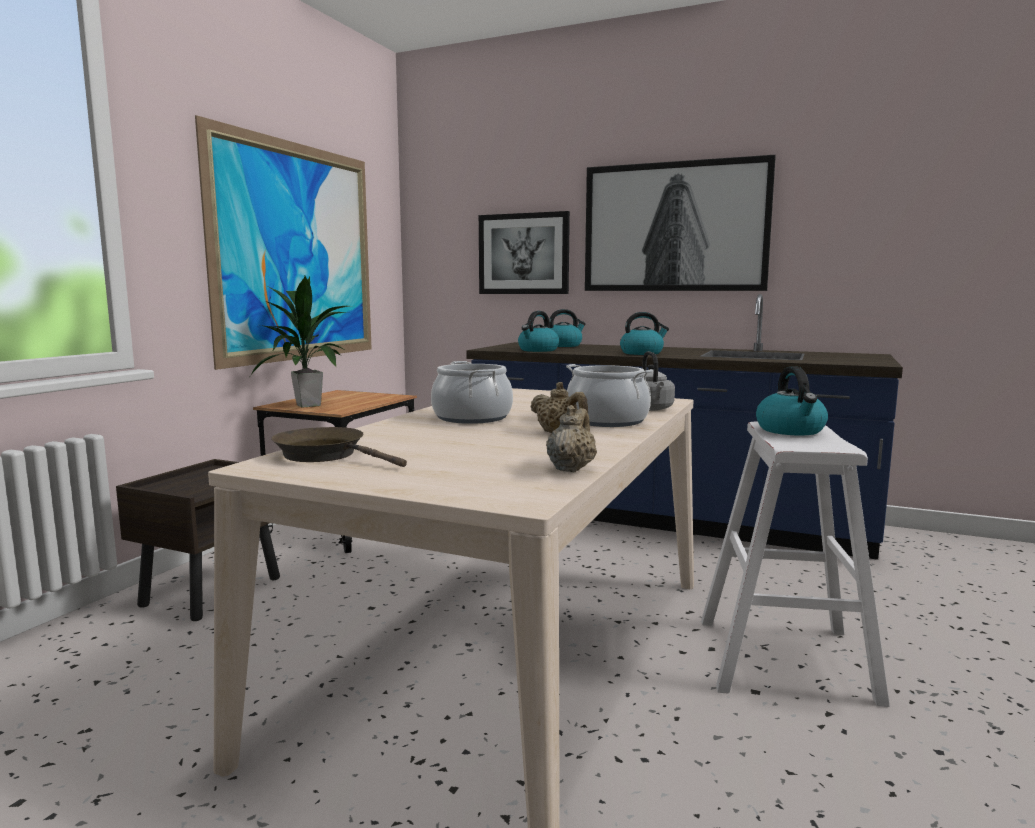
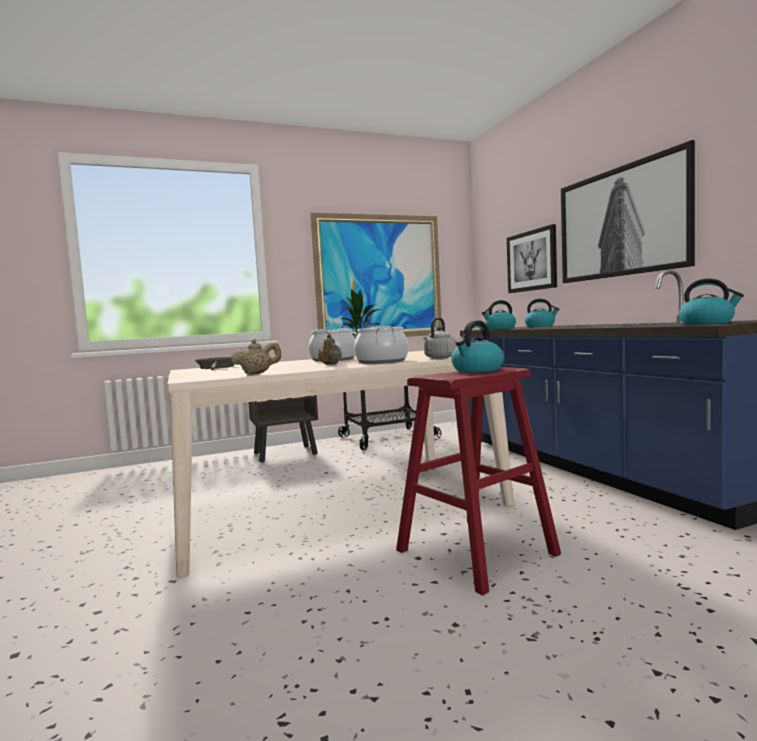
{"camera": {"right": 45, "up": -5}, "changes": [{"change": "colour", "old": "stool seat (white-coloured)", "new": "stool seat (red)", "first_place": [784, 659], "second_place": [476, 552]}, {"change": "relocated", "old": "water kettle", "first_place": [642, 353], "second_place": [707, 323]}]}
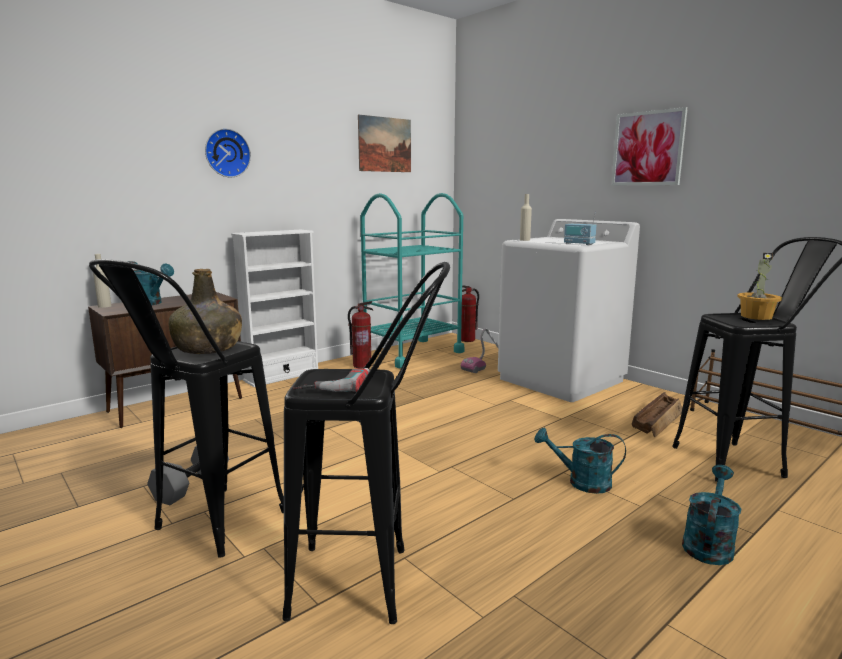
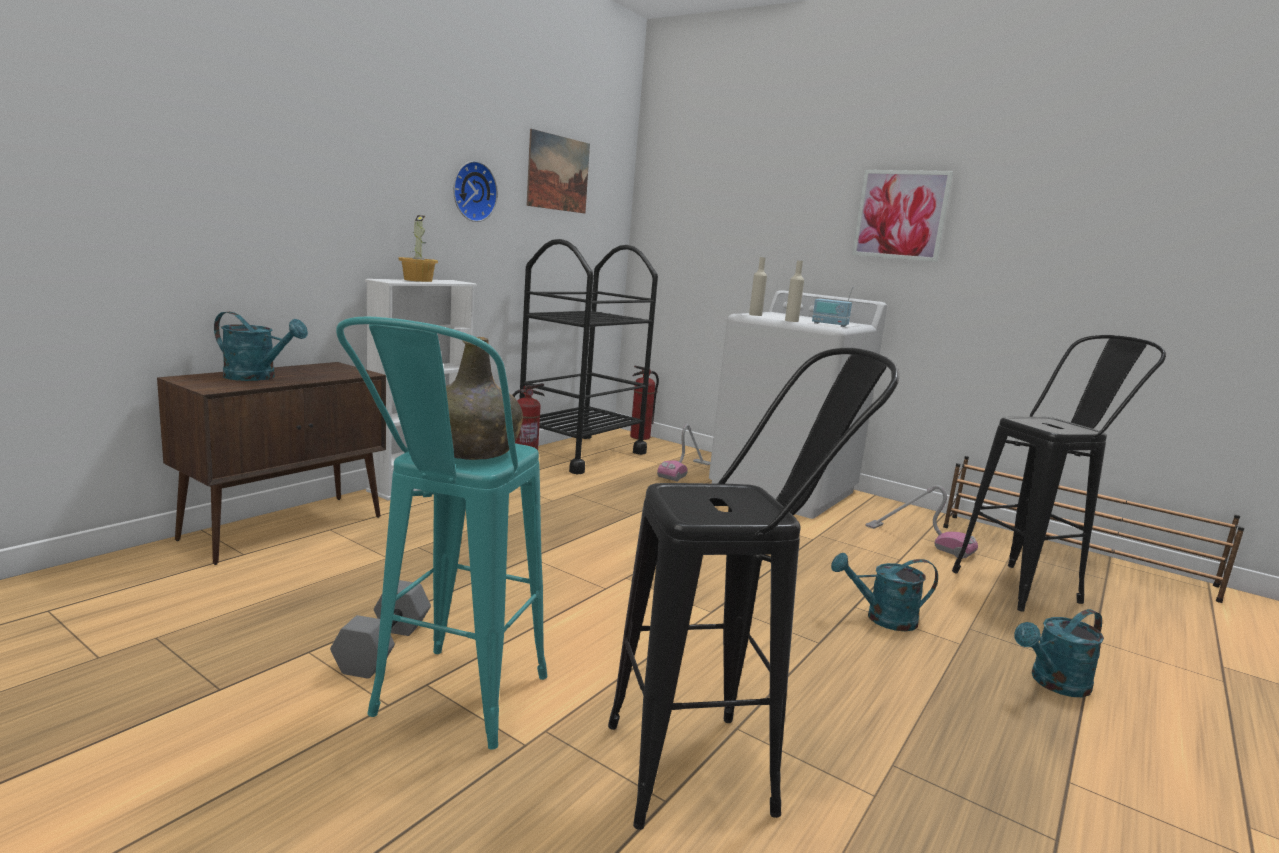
{"camera": {"right": -15, "up": 0}, "changes": [{"change": "colour", "old": "stool seat (black)", "new": "stool seat (turquoise-coloured)", "first_place": [207, 530], "second_place": [448, 711]}, {"change": "relocated", "old": "plant in a pot", "first_place": [756, 316], "second_place": [418, 280]}, {"change": "relocated", "old": "hanging clock", "first_place": [226, 153], "second_place": [472, 191]}, {"change": "colour", "old": "trolley (turquoise-coloured)", "new": "trolley (black)", "first_place": [412, 353], "second_place": [580, 453]}, {"change": "relocated", "old": "beverage bottle (beige-coloured)", "first_place": [104, 306], "second_place": [791, 321]}, {"change": "exchanged", "old": "crate", "new": "vacuum cleaner", "first_place": [658, 421], "second_place": [918, 540]}, {"change": "spun", "old": "watering pot (turquoise-coloured)", "first_place": [708, 543], "second_place": [1053, 684], "degrees": -135}, {"change": "missing", "old": "drill", "first_place": [334, 385]}]}
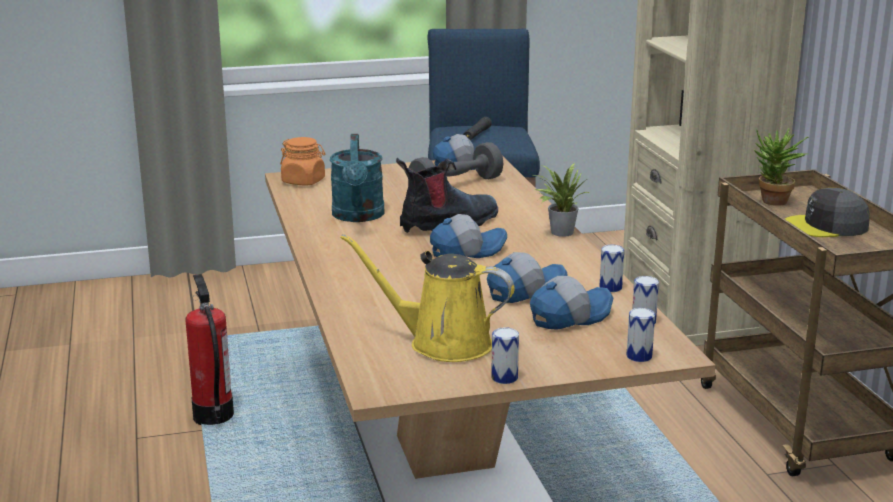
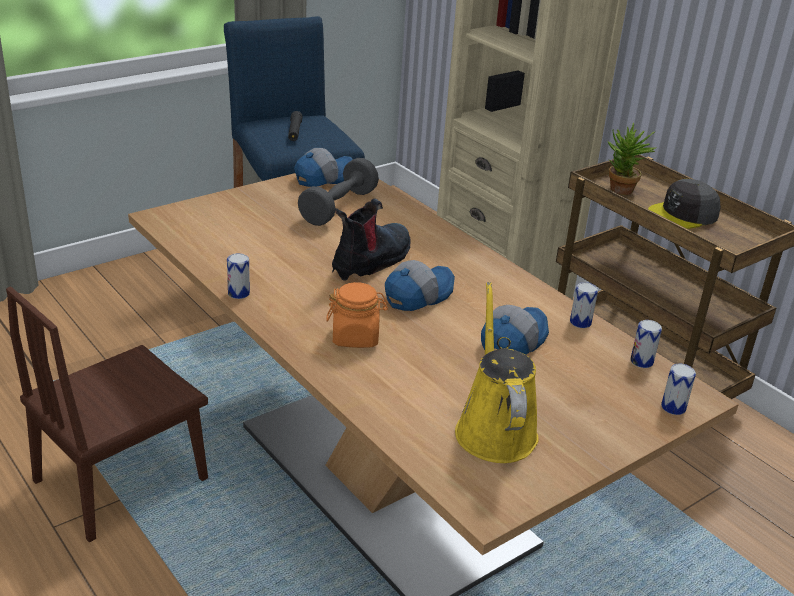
{"camera": {"right": -25, "up": 10}, "changes": [{"change": "exchanged", "old": "fire extinguisher", "new": "upright chair (brownish)", "first_place": [213, 416], "second_place": [121, 480]}, {"change": "relocated", "old": "metal can", "first_place": [504, 378], "second_place": [238, 293]}, {"change": "relocated", "old": "storage jar (orange-coloured)", "first_place": [303, 181], "second_place": [355, 337]}, {"change": "spun", "old": "watering pot (yellow-coloured)", "first_place": [442, 343], "second_place": [494, 429], "degrees": 90}, {"change": "missing", "old": "watering pot (turquoise-coloured)", "first_place": [358, 216]}, {"change": "missing", "old": "peaked cap", "first_place": [569, 316]}, {"change": "missing", "old": "plant in a pot", "first_place": [559, 232]}]}
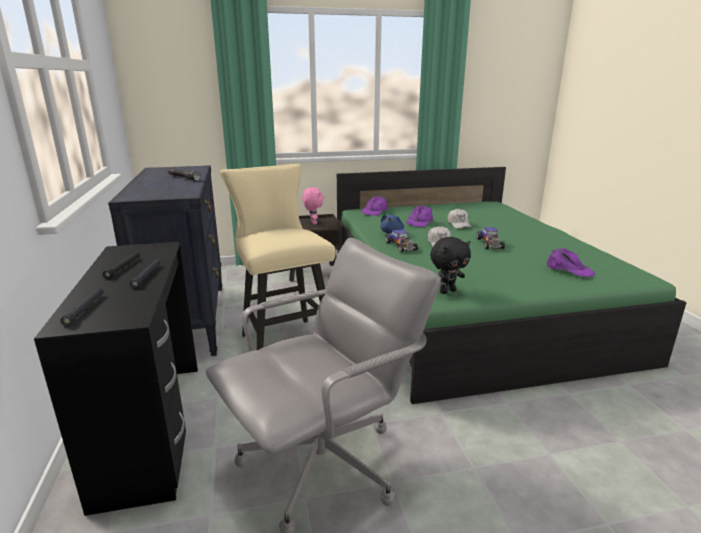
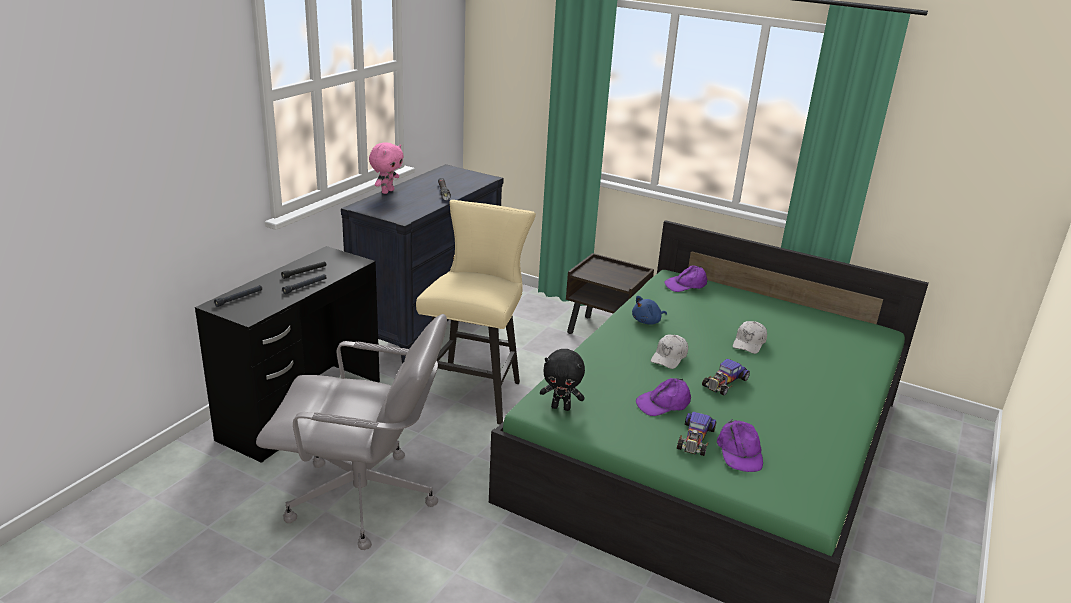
{"camera": {"right": 40, "up": 5}, "changes": [{"change": "relocated", "old": "plush toy (pink)", "first_place": [313, 223], "second_place": [387, 191]}, {"change": "relocated", "old": "peaked cap (purple)", "first_place": [419, 222], "second_place": [663, 403]}, {"change": "relocated", "old": "miniature car", "first_place": [401, 246], "second_place": [695, 439]}]}
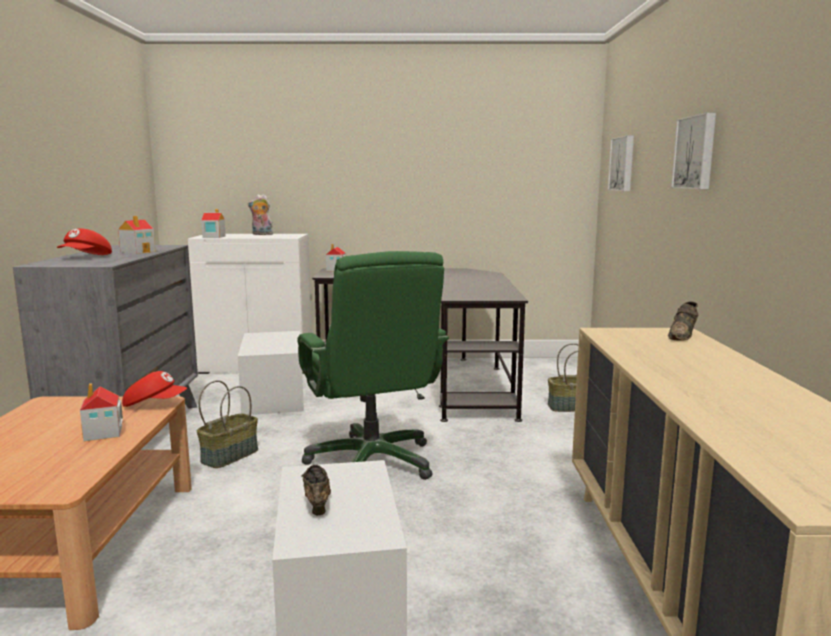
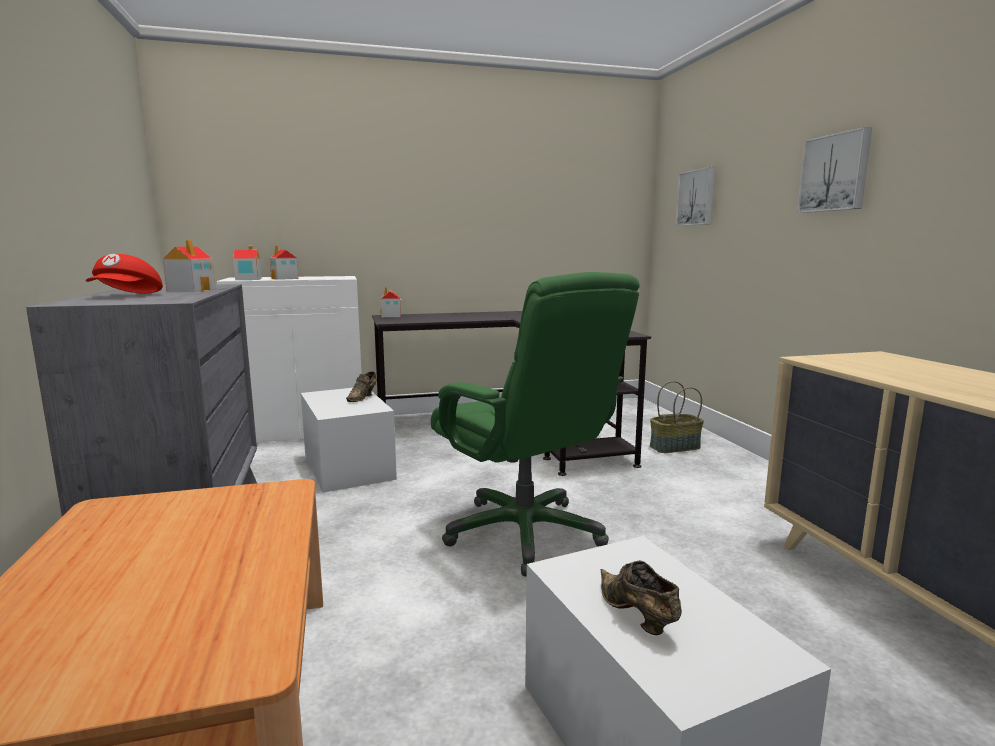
{"camera": {"right": -15, "up": 0}, "changes": [{"change": "relocated", "old": "miniature house", "first_place": [103, 433], "second_place": [285, 278]}, {"change": "relocated", "old": "low shoe (brownish)", "first_place": [683, 336], "second_place": [363, 397]}, {"change": "missing", "old": "peaked cap (red)", "first_place": [155, 404]}, {"change": "missing", "old": "storage basket", "first_place": [229, 455]}, {"change": "missing", "old": "plush toy", "first_place": [261, 234]}]}
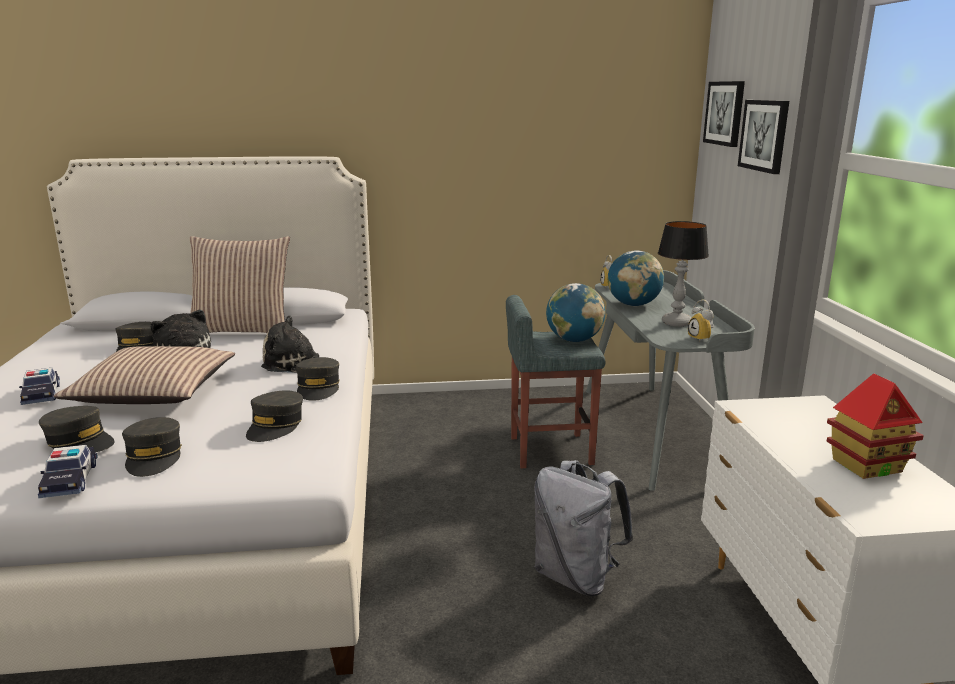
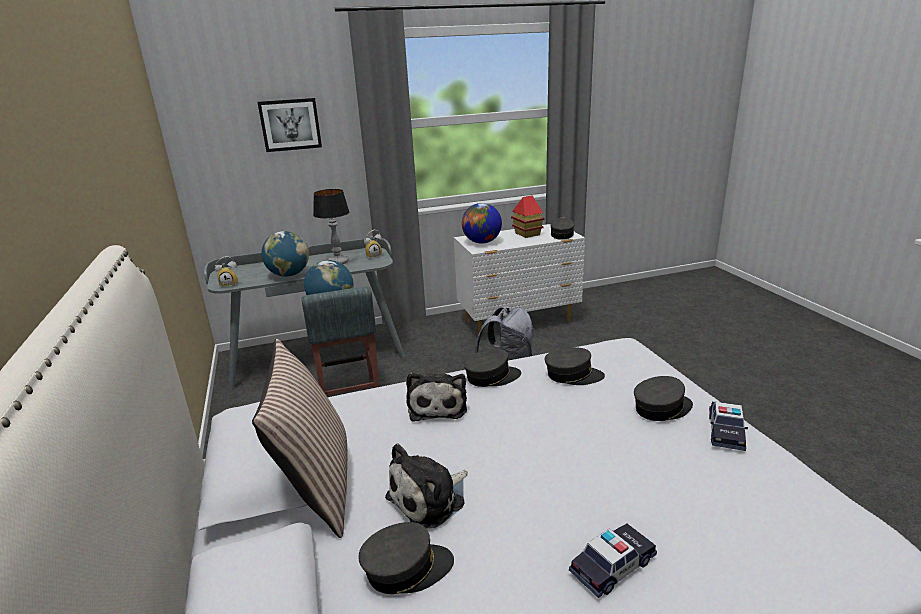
{"camera": {"right": -100, "up": 5}, "changes": [{"change": "appeared", "new": "desk globe", "second_place": [482, 242]}, {"change": "relocated", "old": "peaked cap (grey)", "first_place": [79, 441], "second_place": [562, 235]}, {"change": "spun", "old": "miniature car", "first_place": [70, 480], "second_place": [725, 432], "degrees": 135}, {"change": "missing", "old": "throw pillow", "first_place": [154, 392]}, {"change": "missing", "old": "picture", "first_place": [725, 113]}]}
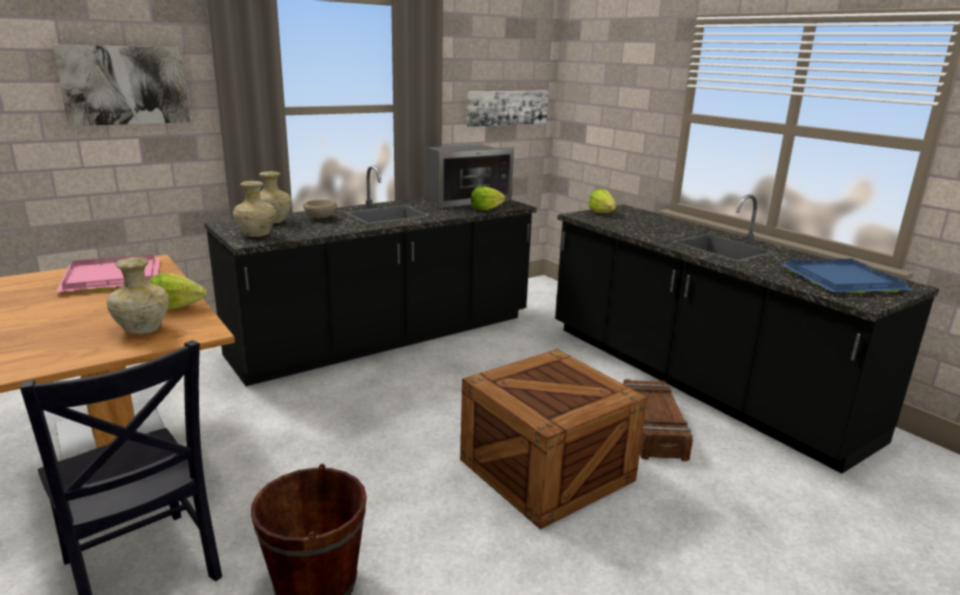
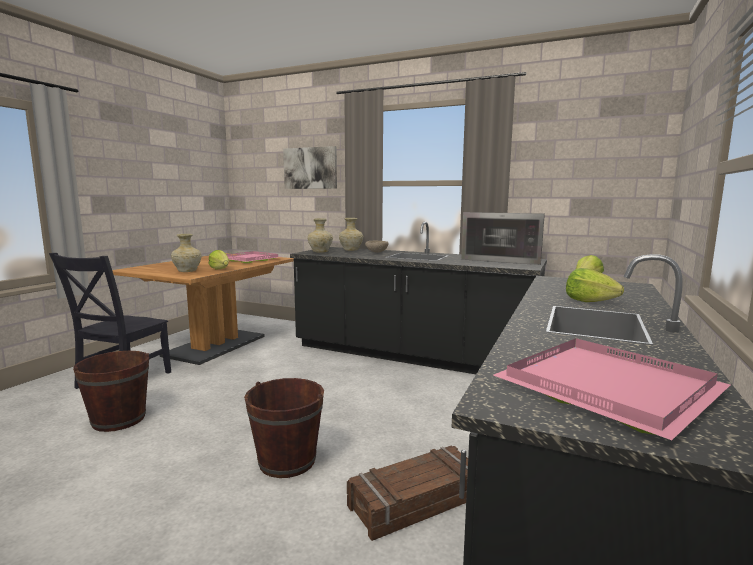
{"camera": {"right": 60, "up": -10}, "changes": [{"change": "exchanged", "old": "crate", "new": "water bucket (brownish)", "first_place": [549, 470], "second_place": [287, 461]}, {"change": "colour", "old": "carrying tray (bluish)", "new": "carrying tray (pink)", "first_place": [839, 279], "second_place": [606, 385]}, {"change": "relocated", "old": "lettuce head", "first_place": [485, 209], "second_place": [589, 301]}, {"change": "missing", "old": "picture", "first_place": [507, 107]}]}
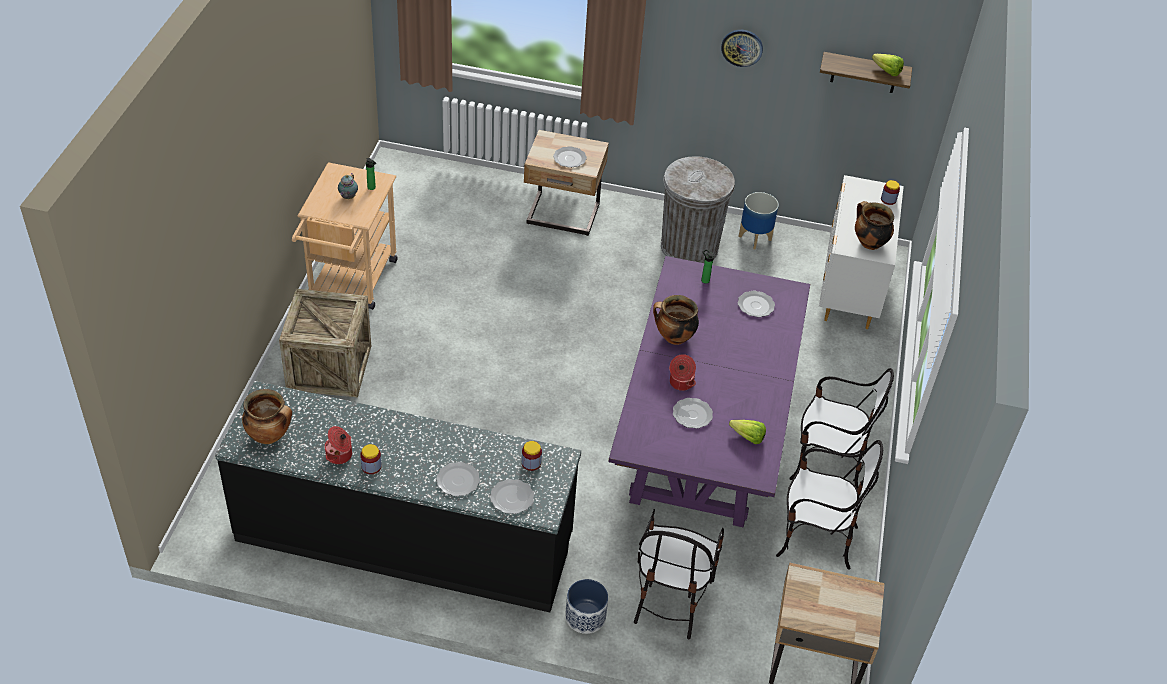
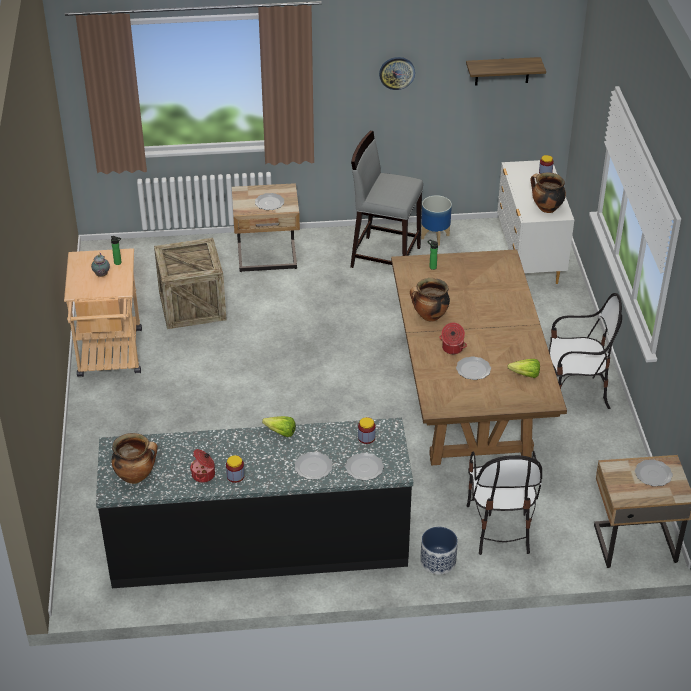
{"camera": {"right": -15, "up": -5}, "changes": [{"change": "relocated", "old": "crate", "first_place": [329, 367], "second_place": [192, 306]}, {"change": "relocated", "old": "lettuce head", "first_place": [885, 70], "second_place": [278, 431]}, {"change": "exchanged", "old": "trash can (grey)", "new": "stool seat (grey)", "first_place": [689, 246], "second_place": [385, 256]}, {"change": "colour", "old": "dinner table (purple)", "new": "dinner table (brownish)", "first_place": [702, 440], "second_place": [467, 402]}, {"change": "relocated", "old": "flat dish", "first_place": [755, 305], "second_place": [653, 474]}, {"change": "missing", "old": "upright chair", "first_place": [815, 539]}]}
